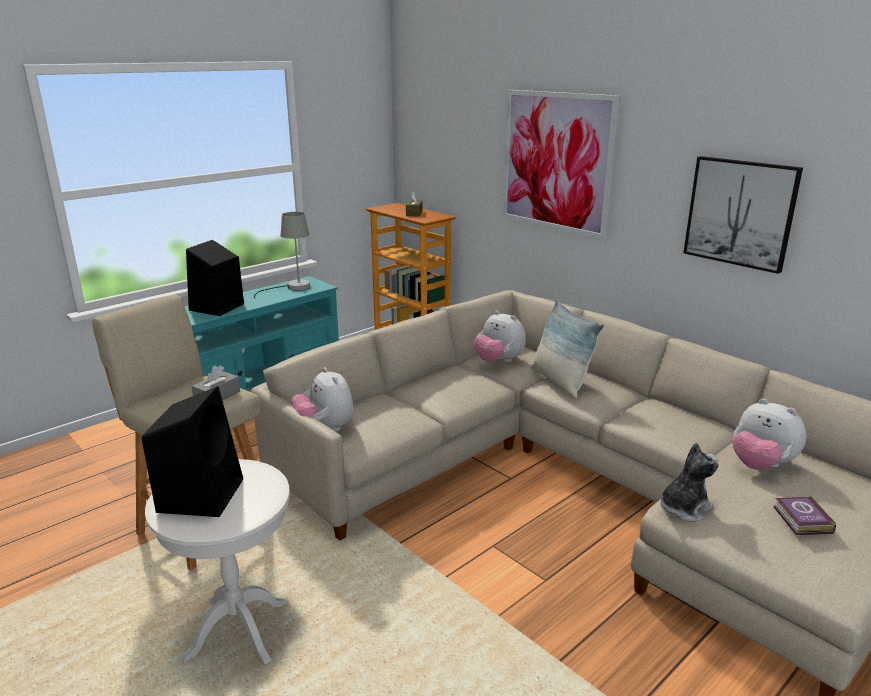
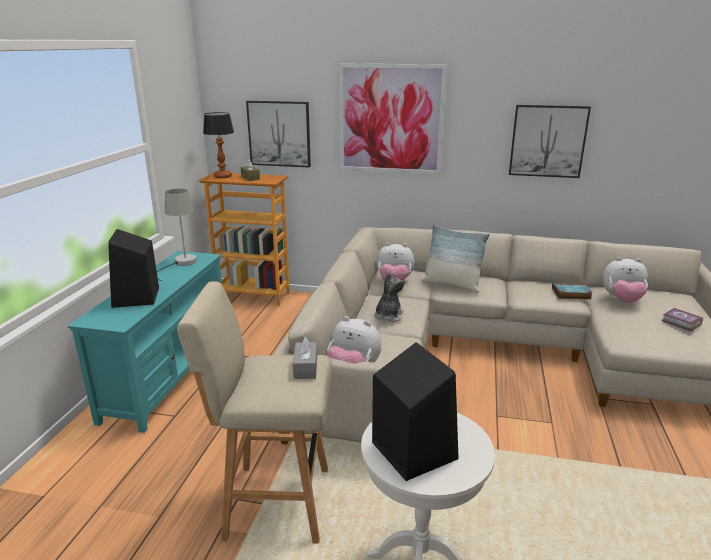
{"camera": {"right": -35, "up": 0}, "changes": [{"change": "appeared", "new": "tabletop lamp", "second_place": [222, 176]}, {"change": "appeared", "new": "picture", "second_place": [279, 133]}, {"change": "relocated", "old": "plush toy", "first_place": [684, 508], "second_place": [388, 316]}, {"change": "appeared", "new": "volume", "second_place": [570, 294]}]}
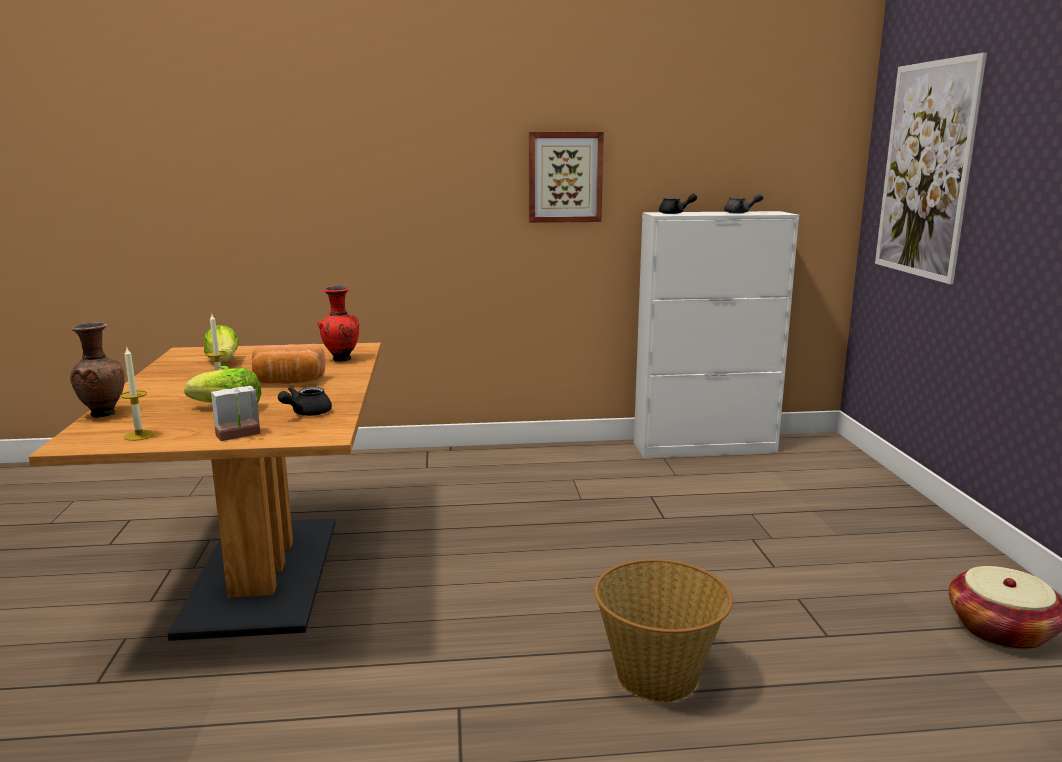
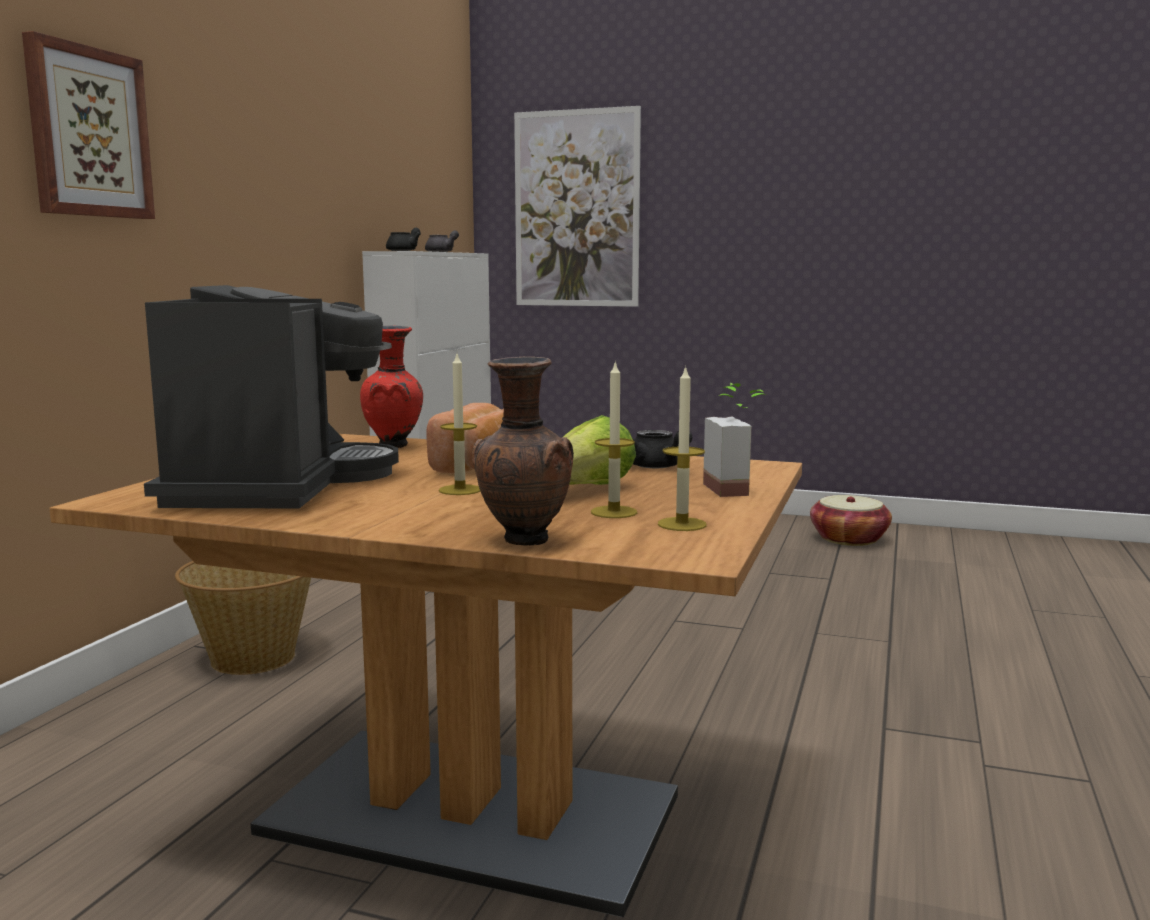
{"camera": {"right": -65, "up": -5}, "changes": [{"change": "relocated", "old": "picture", "first_place": [565, 177], "second_place": [88, 133]}, {"change": "exchanged", "old": "lettuce head", "new": "coffee machine", "first_place": [224, 362], "second_place": [277, 485]}, {"change": "relocated", "old": "storage basket", "first_place": [658, 675], "second_place": [253, 657]}, {"change": "appeared", "new": "candle", "second_place": [614, 512]}]}
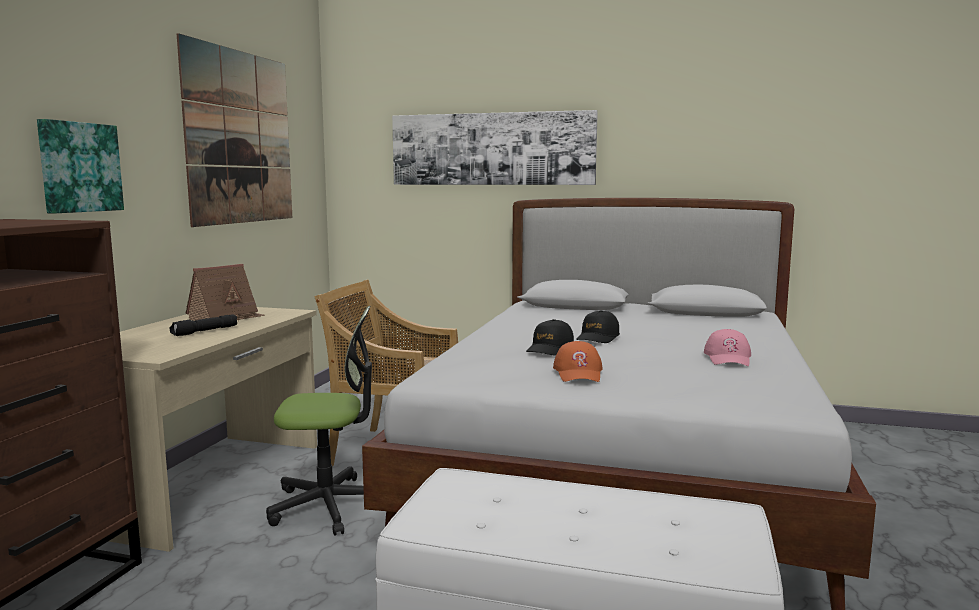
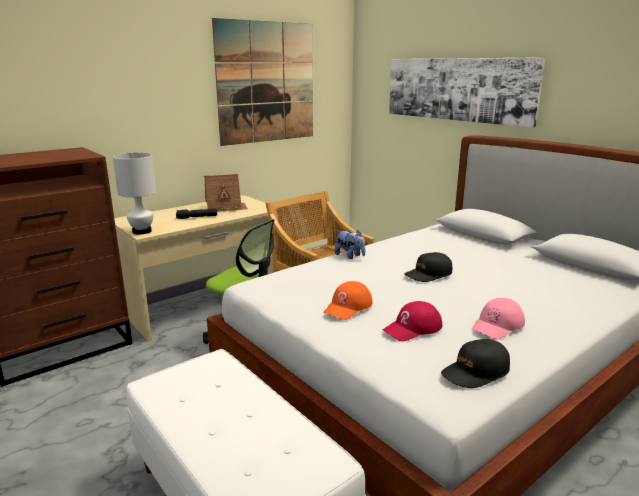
{"camera": {"right": 35, "up": 10}, "changes": [{"change": "appeared", "new": "tabletop lamp (white-coloured)", "second_place": [142, 231]}, {"change": "appeared", "new": "plush toy", "second_place": [350, 256]}, {"change": "appeared", "new": "peaked cap (red)", "second_place": [413, 328]}, {"change": "relocated", "old": "peaked cap (black)", "first_place": [550, 349], "second_place": [475, 372]}, {"change": "missing", "old": "picture", "first_place": [79, 167]}]}
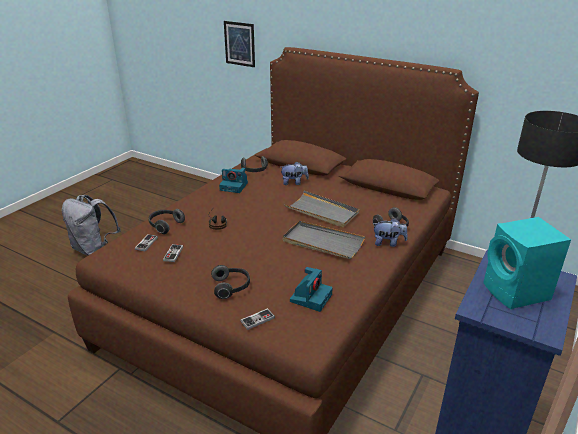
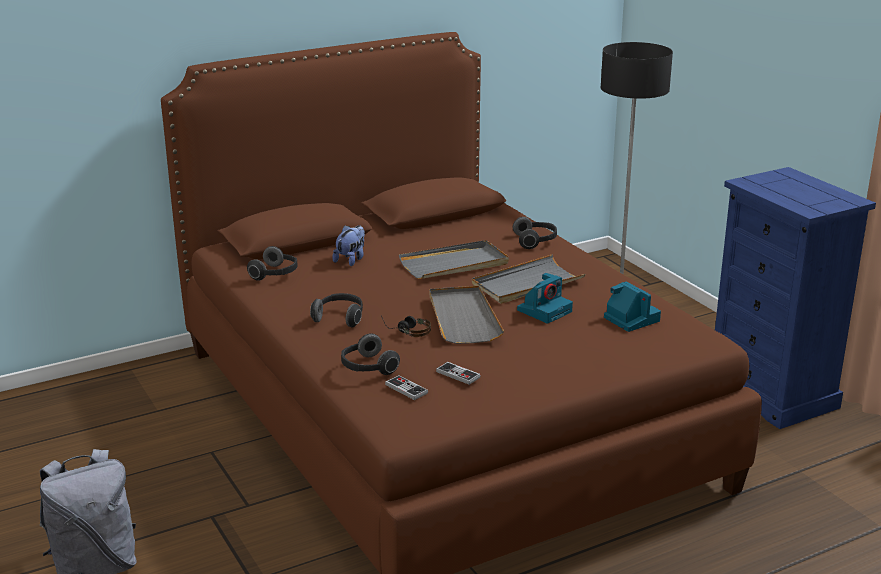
{"camera": {"right": -60, "up": -5}, "changes": [{"change": "relocated", "old": "headphones", "first_place": [231, 287], "second_place": [340, 318]}, {"change": "appeared", "new": "carrying tray (grey)", "second_place": [463, 318]}, {"change": "relocated", "old": "still camera", "first_place": [234, 186], "second_place": [545, 310]}, {"change": "missing", "old": "picture", "first_place": [239, 44]}, {"change": "missing", "old": "joypad", "first_place": [257, 320]}, {"change": "missing", "old": "plush toy", "first_place": [388, 243]}, {"change": "missing", "old": "loudspeaker (turquoise-coloured)", "first_place": [517, 293]}]}
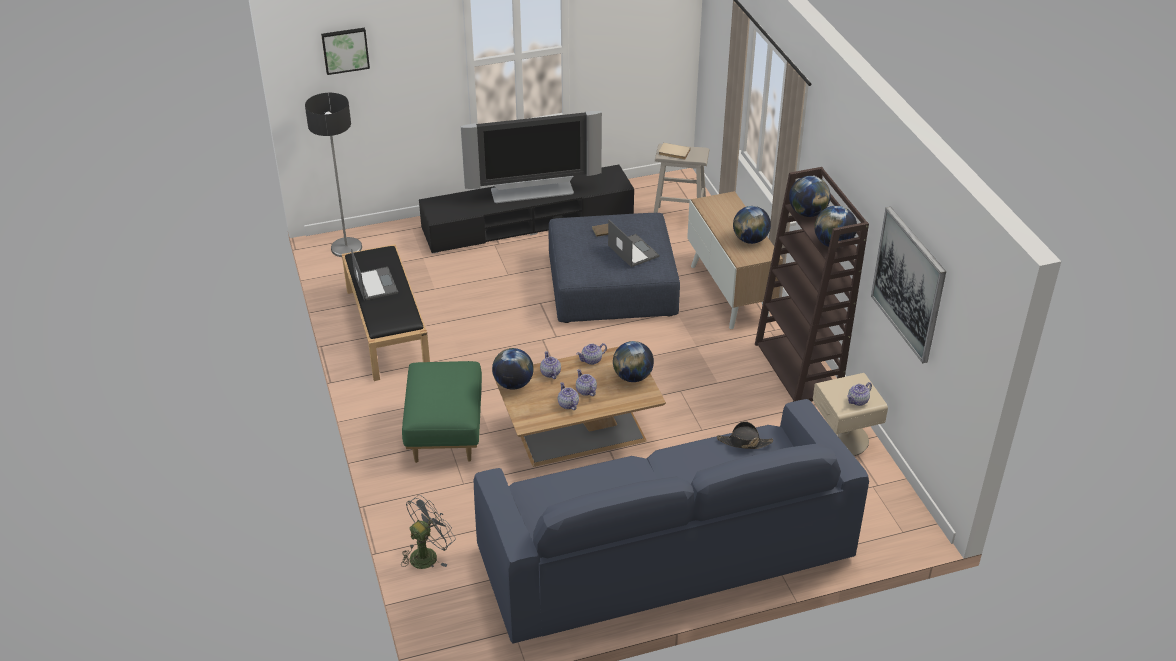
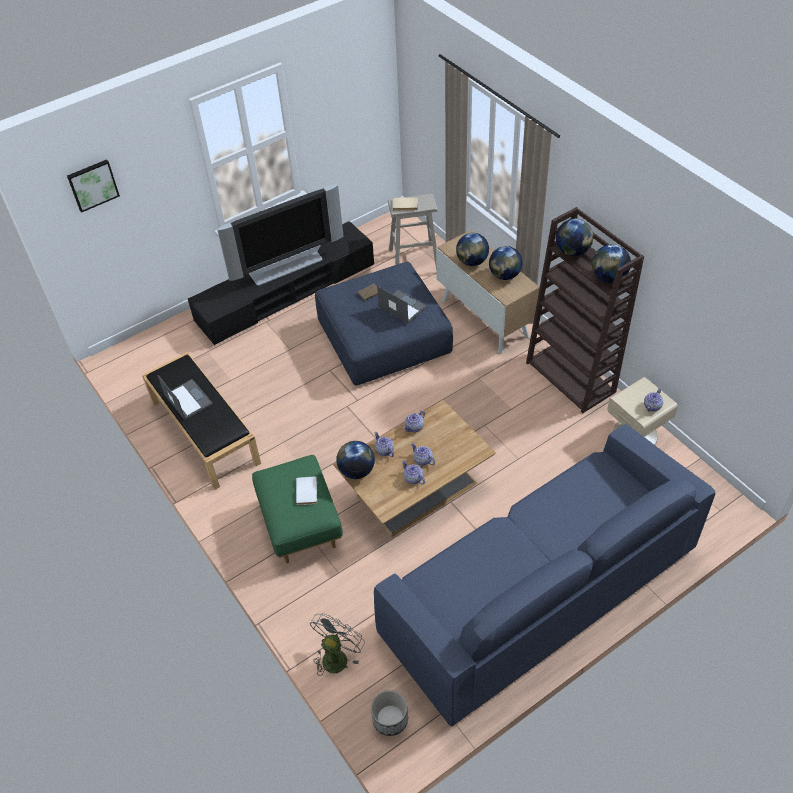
{"camera": {"right": -15, "up": 10}, "changes": [{"change": "appeared", "new": "volume (white-coloured)", "second_place": [308, 491]}, {"change": "appeared", "new": "plant pot", "second_place": [390, 719]}, {"change": "relocated", "old": "desk globe", "first_place": [632, 377], "second_place": [472, 262]}, {"change": "missing", "old": "standard lamp", "first_place": [346, 248]}, {"change": "missing", "old": "wearable hat (black)", "first_place": [744, 442]}, {"change": "missing", "old": "picture", "first_place": [909, 284]}]}
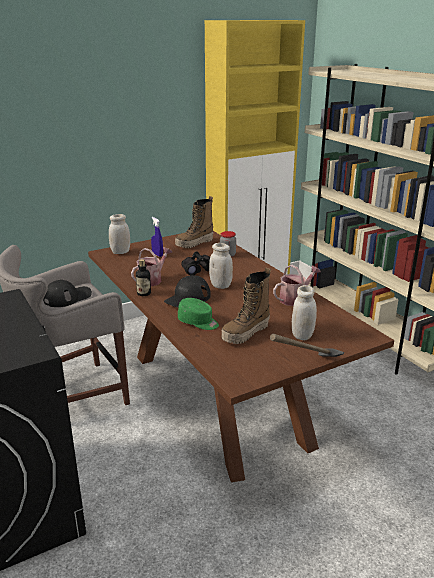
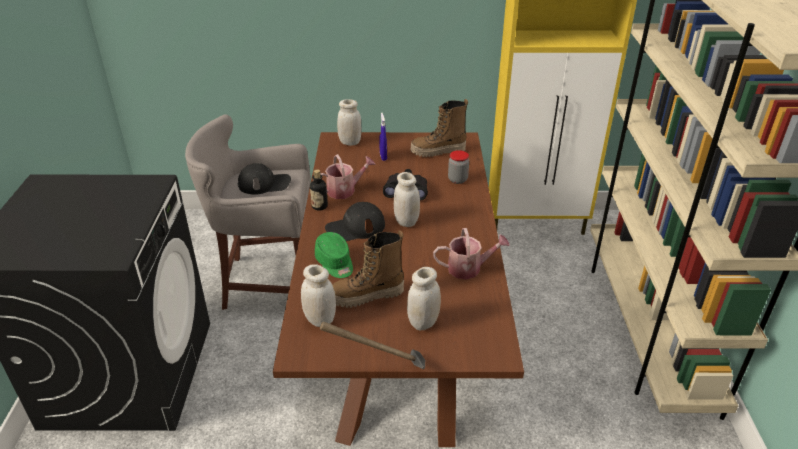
{"camera": {"right": 30, "up": 10}, "changes": [{"change": "appeared", "new": "storage jar (white-coloured)", "second_place": [320, 320]}]}
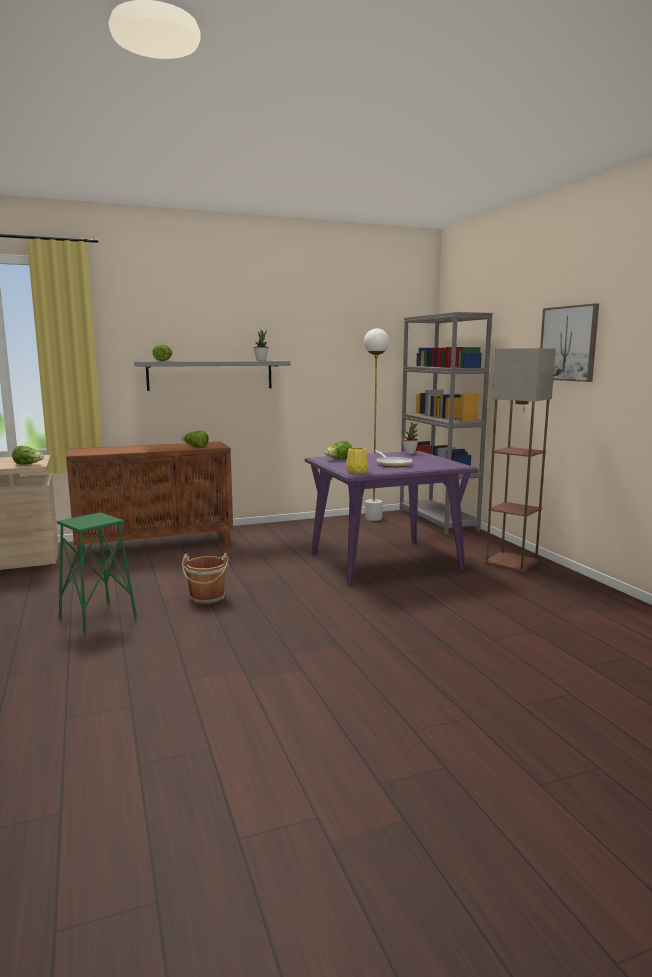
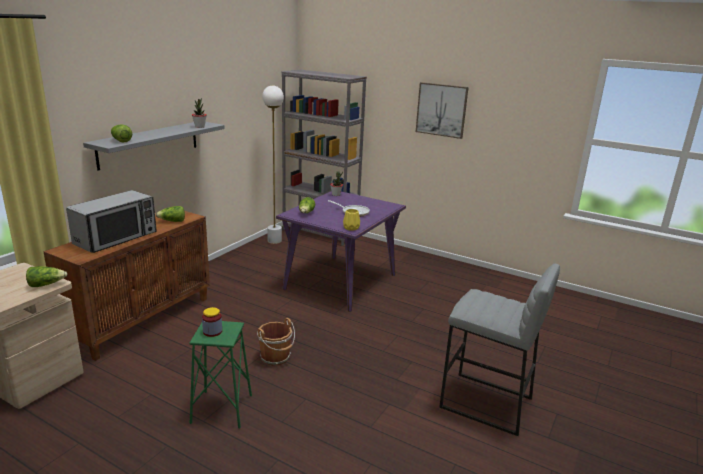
{"camera": {"right": -40, "up": 10}, "changes": [{"change": "appeared", "new": "kitchen microwave", "second_place": [116, 238]}, {"change": "appeared", "new": "storage jar", "second_place": [212, 331]}, {"change": "appeared", "new": "stool seat (grey)", "second_place": [485, 403]}, {"change": "missing", "old": "standard lamp", "first_place": [511, 562]}]}
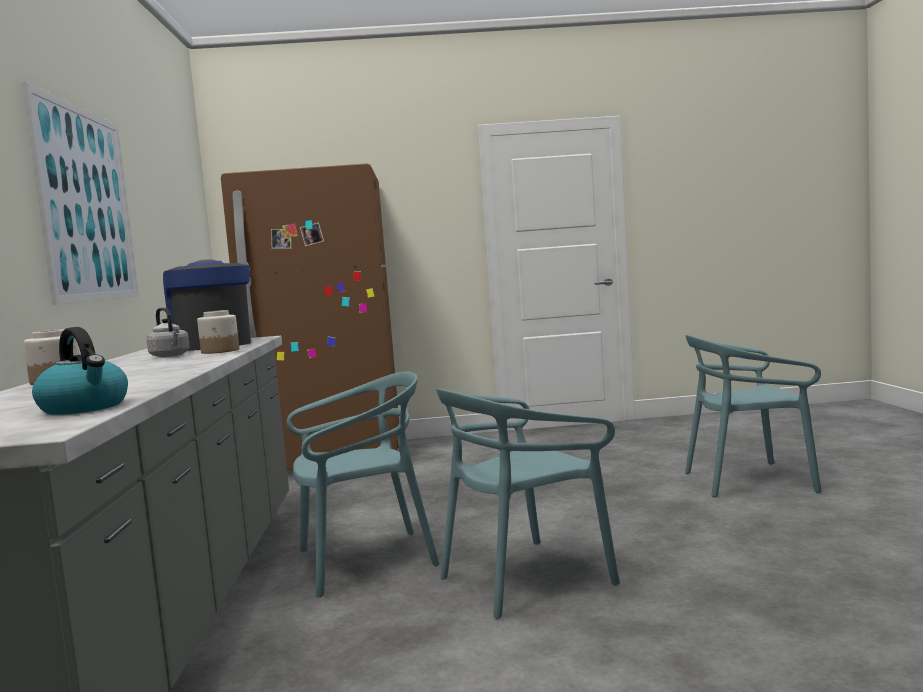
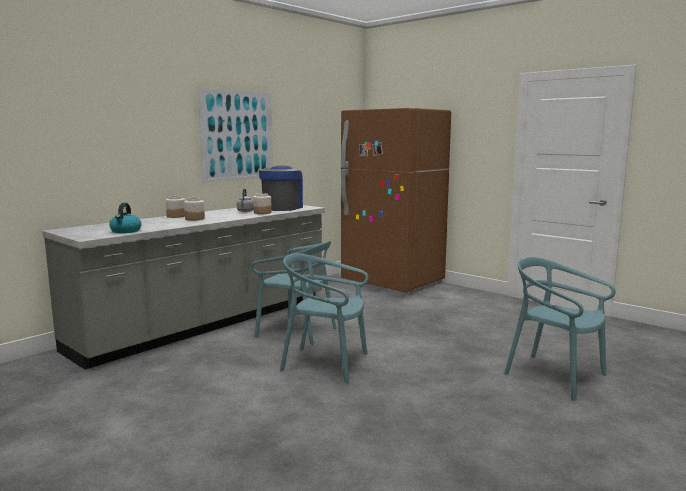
{"camera": {"right": 45, "up": 5}, "changes": [{"change": "appeared", "new": "storage jar", "second_place": [195, 219]}]}
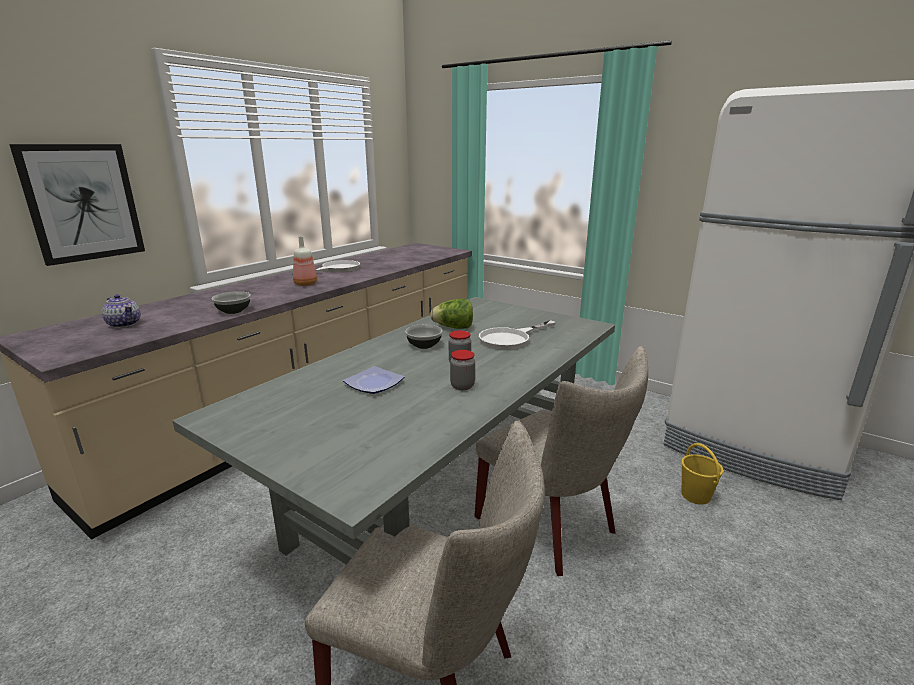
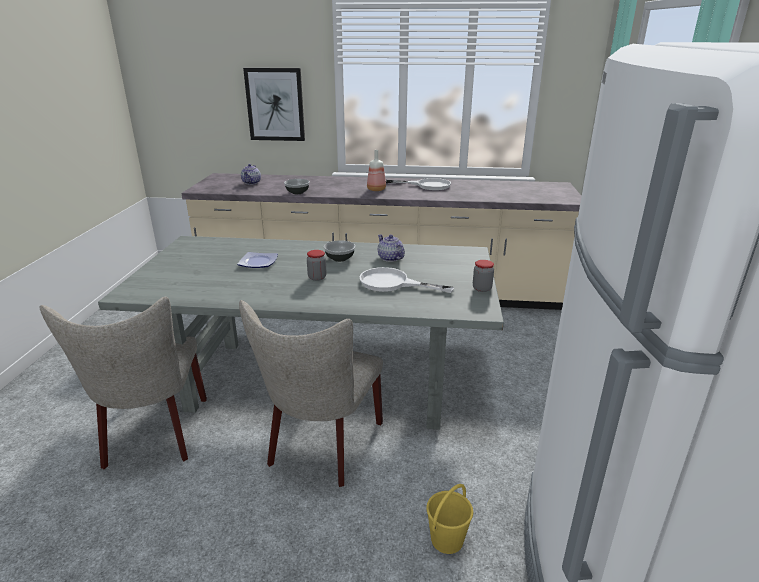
{"camera": {"right": 60, "up": 5}, "changes": [{"change": "exchanged", "old": "lettuce head", "new": "pot for tea", "first_place": [453, 328], "second_place": [390, 258]}, {"change": "relocated", "old": "storage jar", "first_place": [462, 386], "second_place": [482, 288]}]}
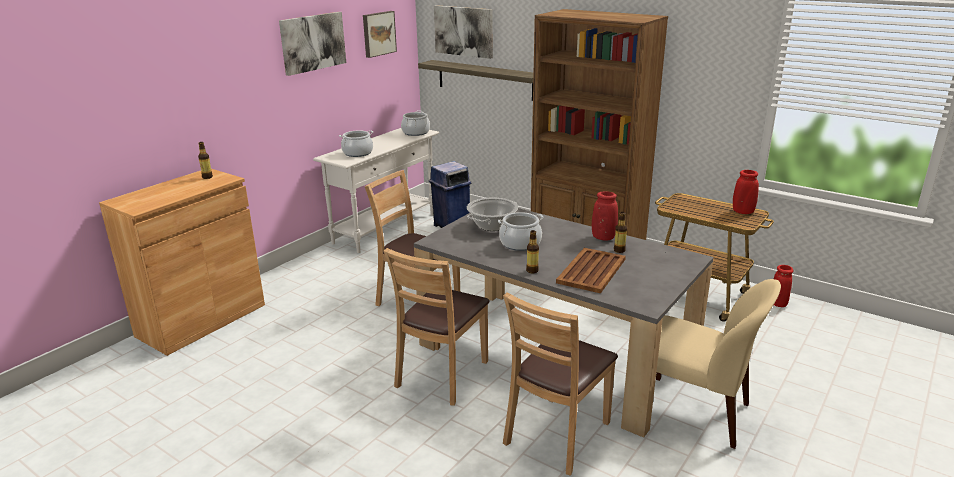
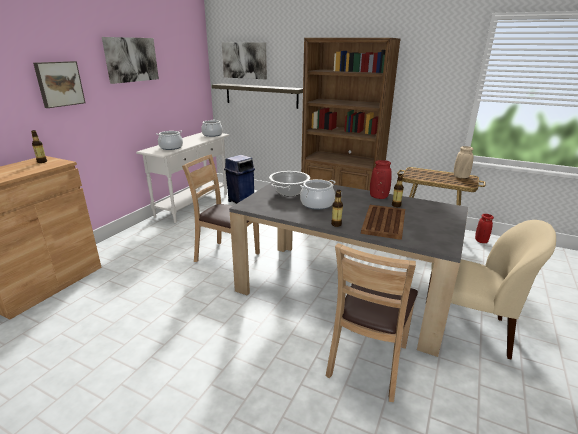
{"camera": {"right": -10, "up": 0}, "changes": [{"change": "relocated", "old": "picture", "first_place": [378, 33], "second_place": [59, 84]}, {"change": "colour", "old": "decorative vase (red)", "new": "decorative vase (beige-coloured)", "first_place": [742, 212], "second_place": [460, 177]}, {"change": "missing", "old": "upright chair (brownish)", "first_place": [442, 375]}]}
